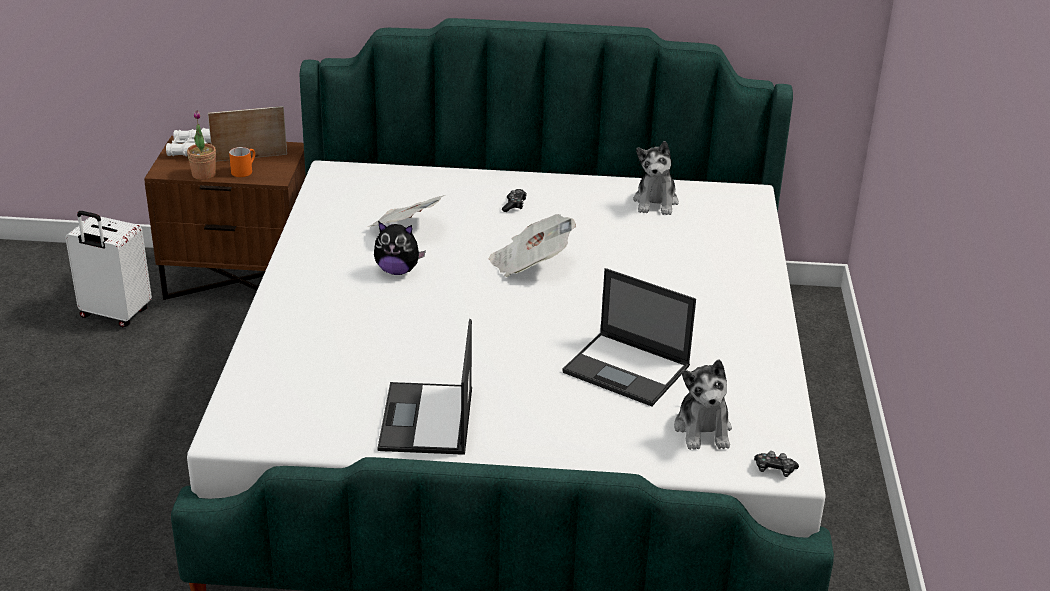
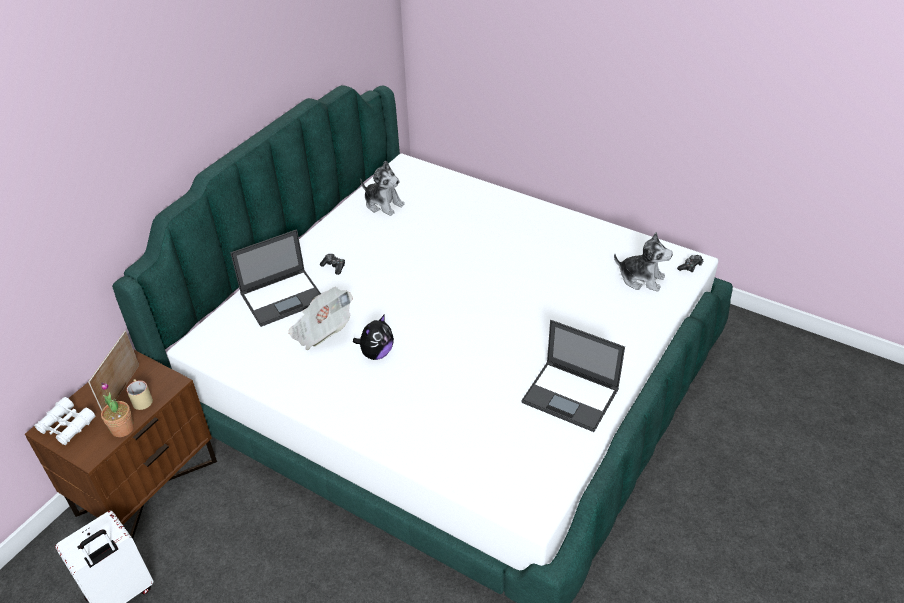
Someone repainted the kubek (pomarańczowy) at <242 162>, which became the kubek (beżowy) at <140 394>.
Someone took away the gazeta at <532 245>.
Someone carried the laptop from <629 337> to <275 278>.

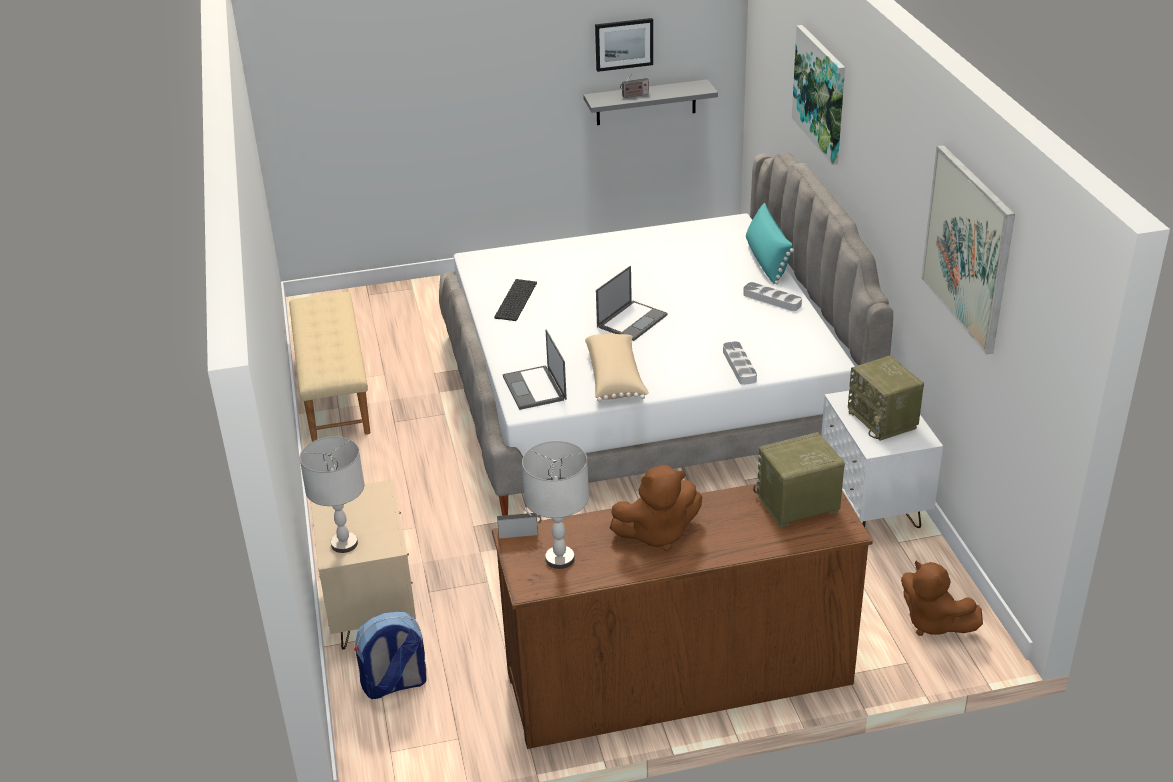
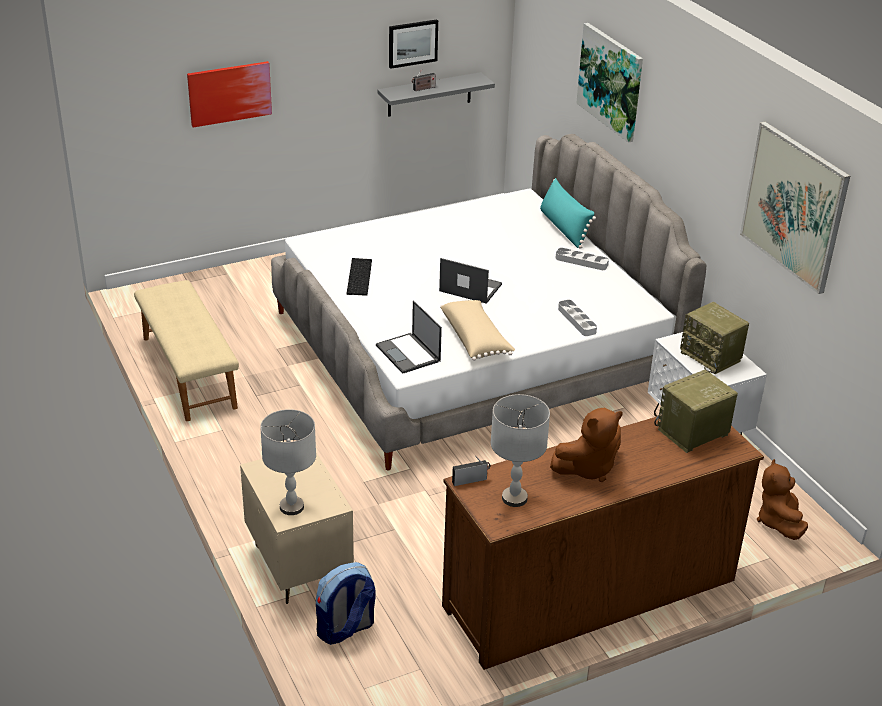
Someone rotated the laptop at <631 303> by 90 degrees counterclockwise.
Someone rotated the pluszak (brązowy) at <942 598> by 60 degrees clockwise.
Someone put up the obraz at <229 94>.

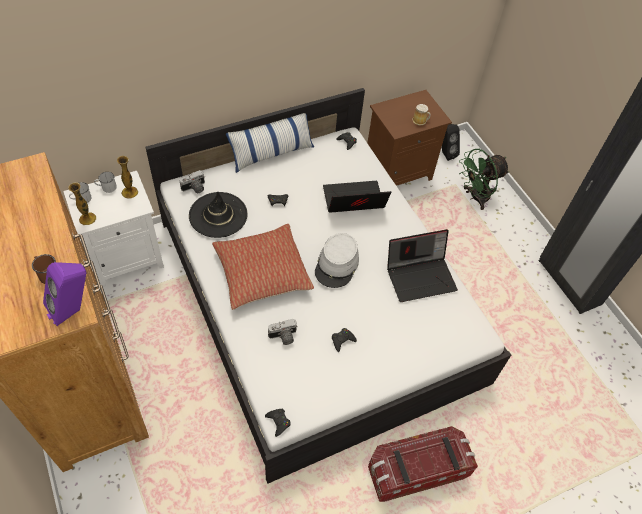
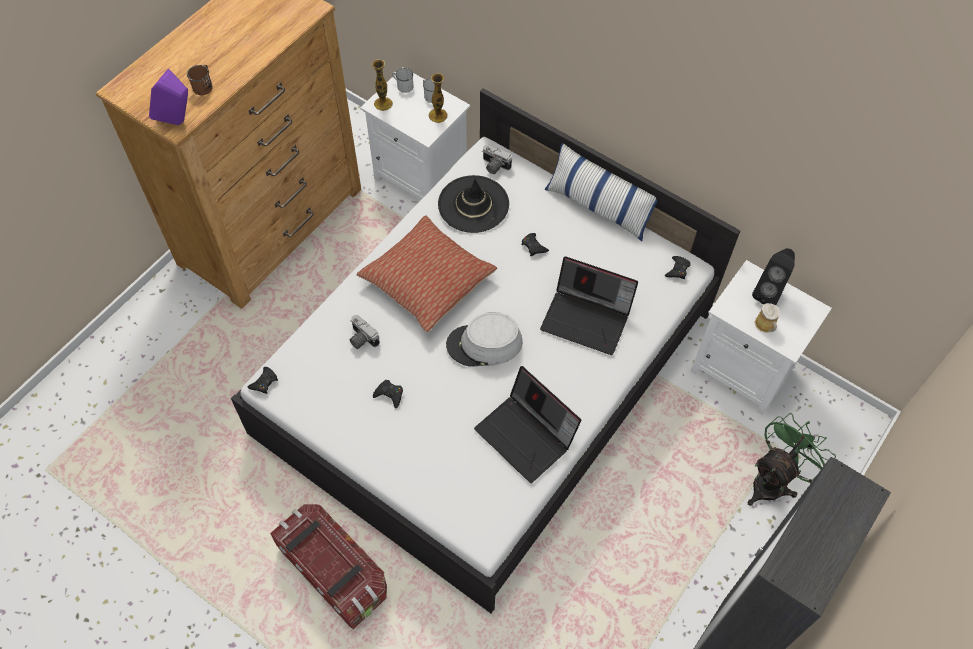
Someone rotated the laptop at <357 197> by 150 degrees clockwise.
Someone repainted the szafka nocna (brązowy) at <409 138>, which became the szafka nocna (biały) at <761 337>.
Someone carried the głośnik (czarny) from <451 142> to <773 276>.
Someone rotated the wentylator (zielony) at <484 179> by 105 degrees clockwise.

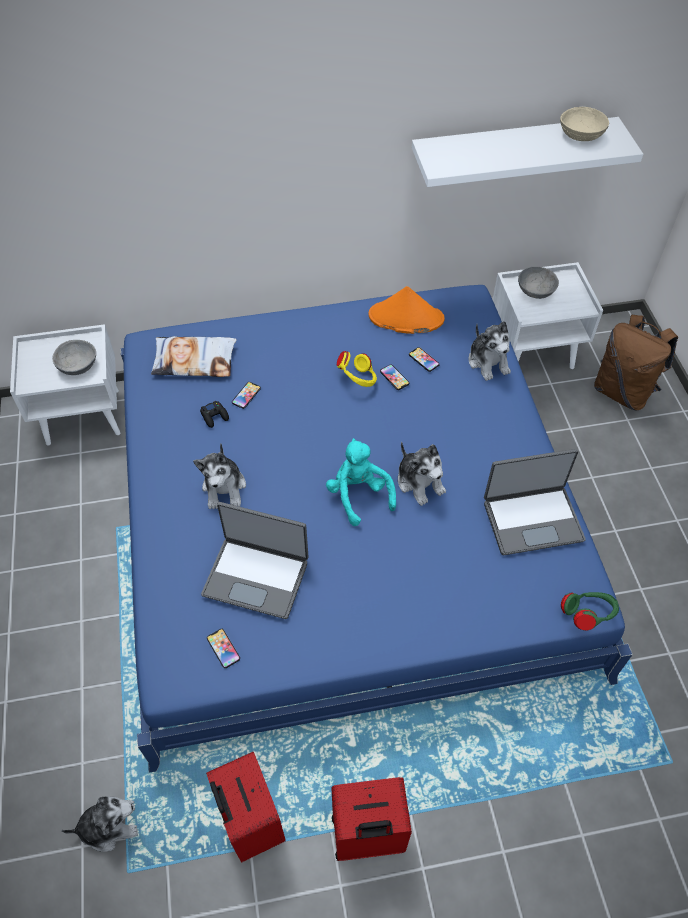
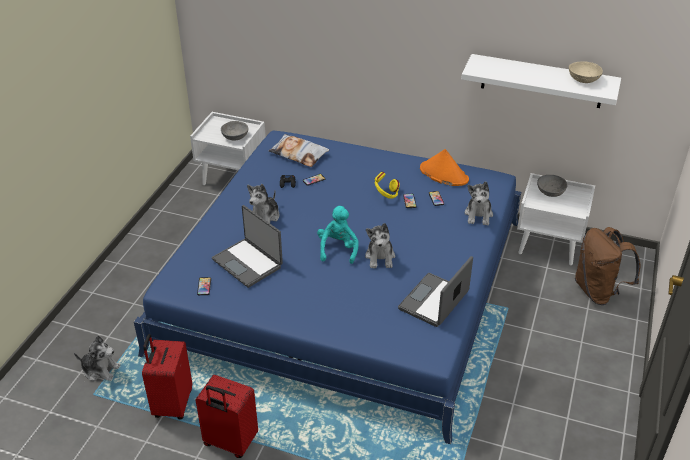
Someone rotated the laptop at <535 502> by 105 degrees clockwise.
Someone took away the słuchawki (zielony) at <590 611>.

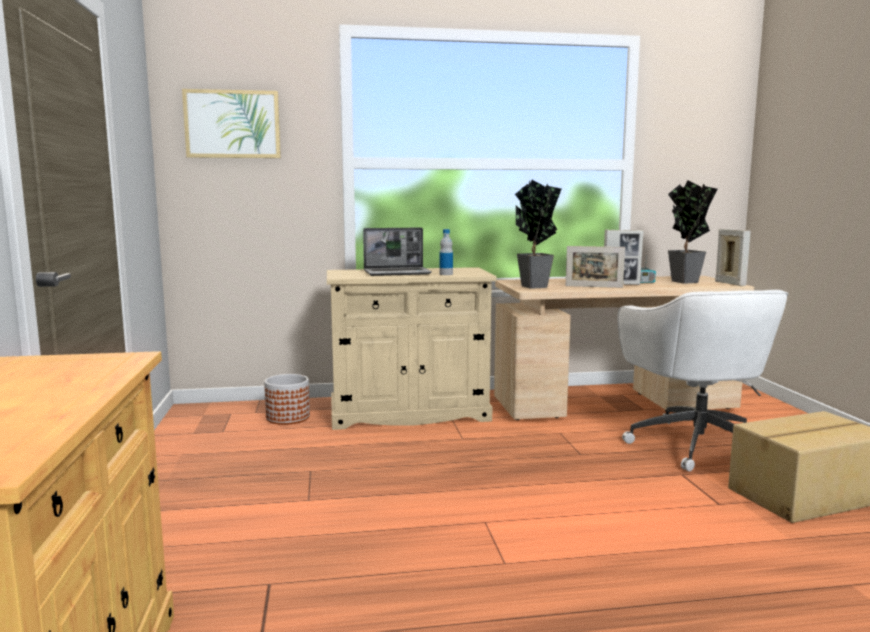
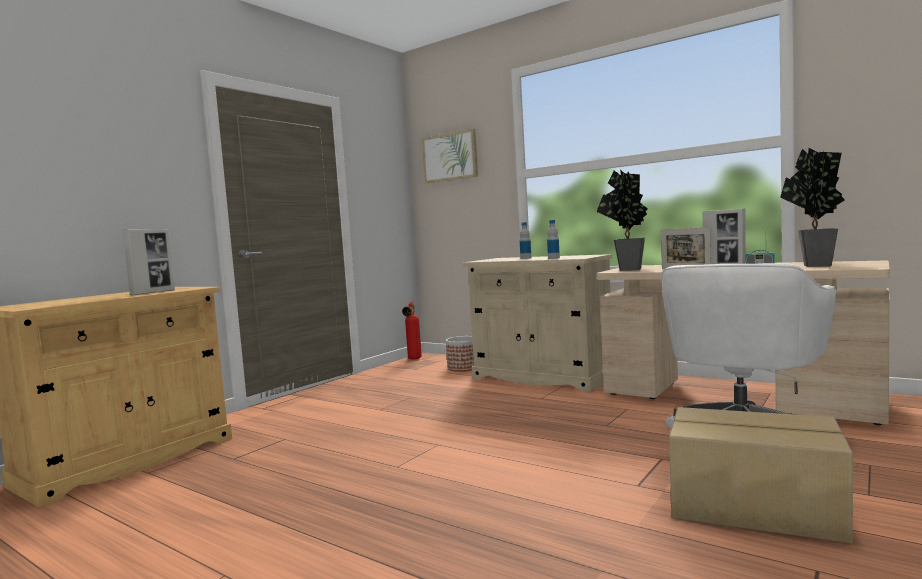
Someone swapped the laptop at <397 251> for the butelka at <525 240>.
Someone carried the ramka na zdjęcie from <733 257> to <149 262>.
Someone put down the gaśnica at <412 330>.

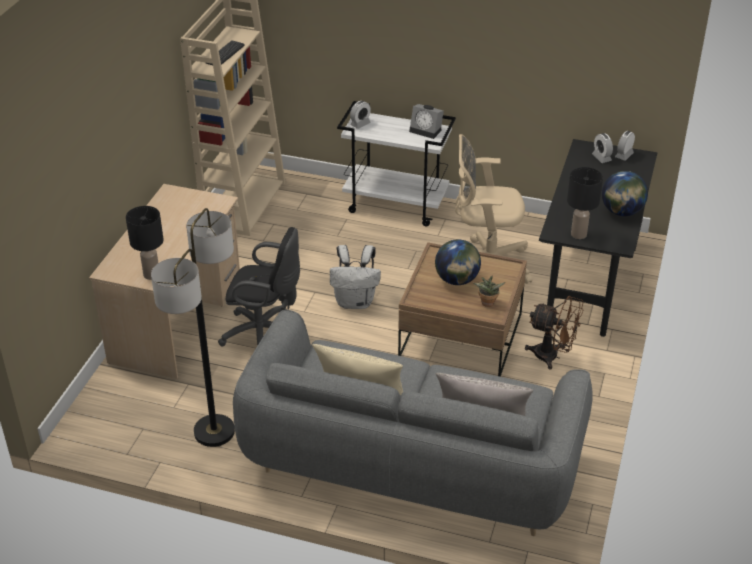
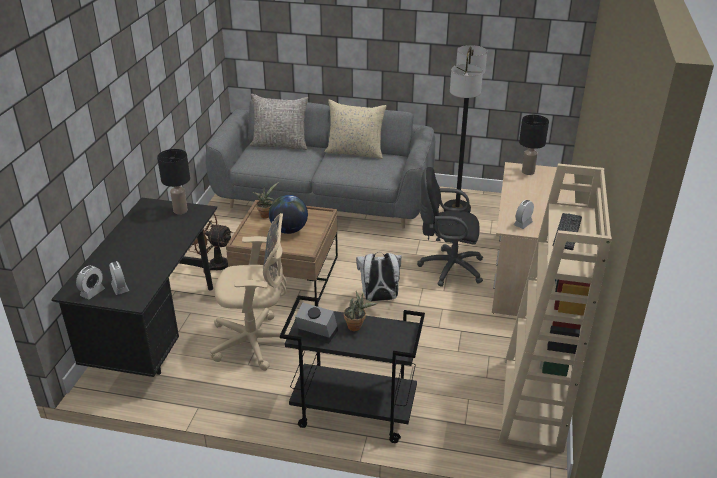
Someone repainted the wózek (biały) at <396 164>, which became the wózek (czarny) at <352 369>.
Someone carried the budzik from <360 115> to <523 214>.
Someone took away the globus at <625 193>.
Someone put down the roślina doniczkowa at <360 311>.

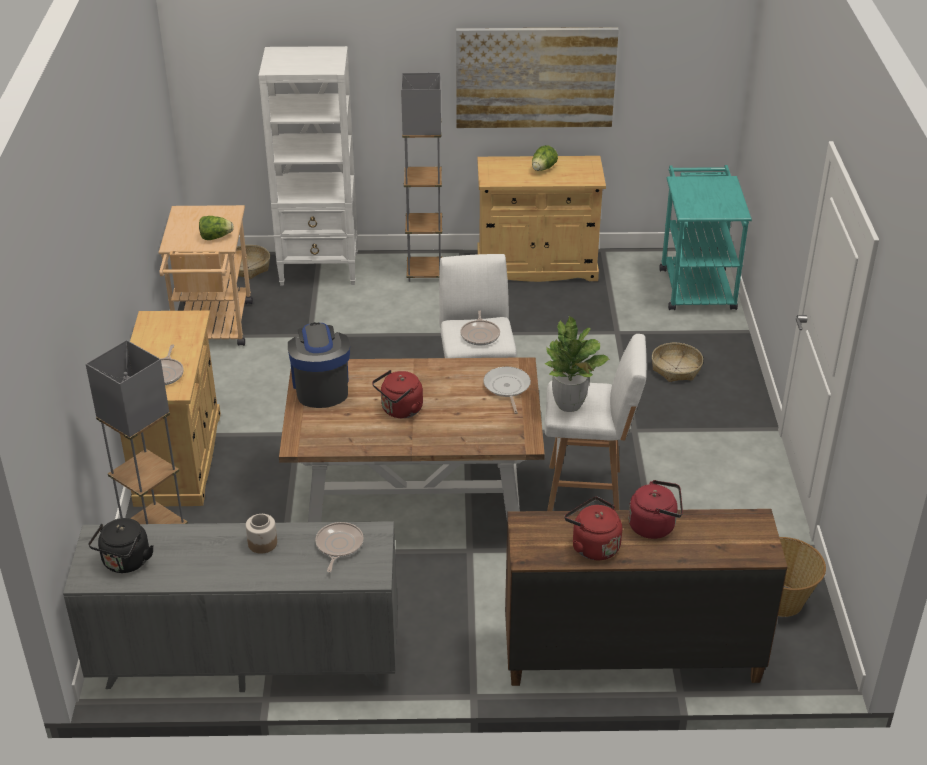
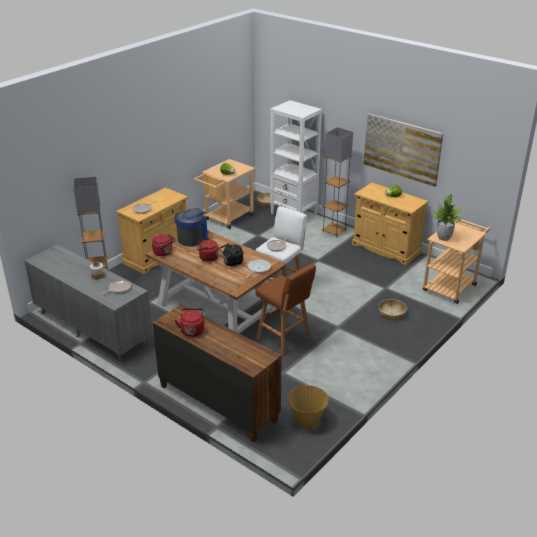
Someone carried the czajnik (czarny) from <121 545> to <231 255>.
Someone carried the roślina doniczkowa from <577 364> to <446 217>.
Someone repainted the stołek (biały) at <595 422>, which became the stołek (brązowy) at <286 310>.
Someone carried the czajnik (czerwony) from <655 509> to <163 245>.
Someone repainted the wózek (turkusowy) at <705 237>, which became the wózek (beżowy) at <457 261>.

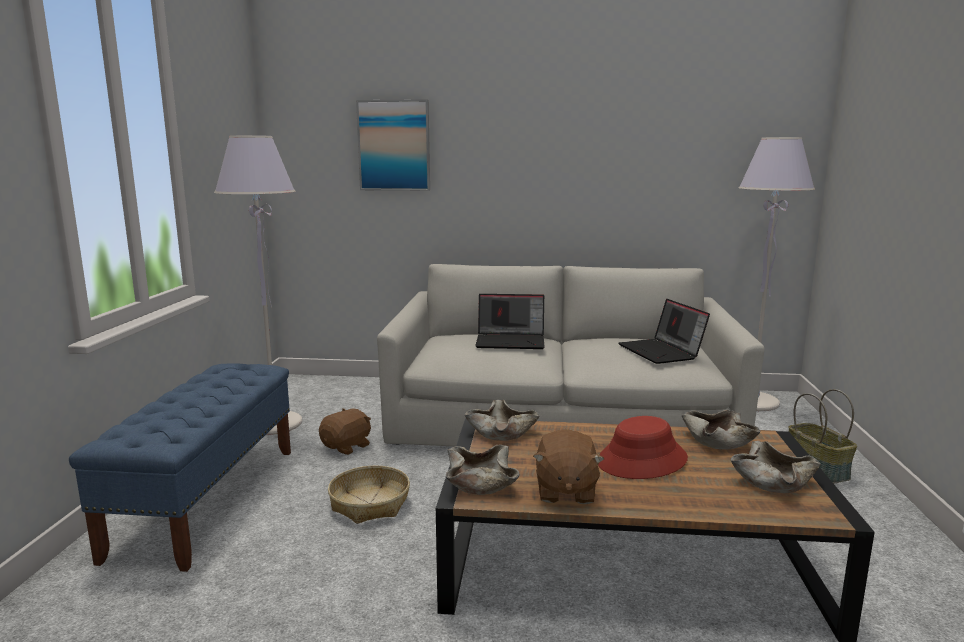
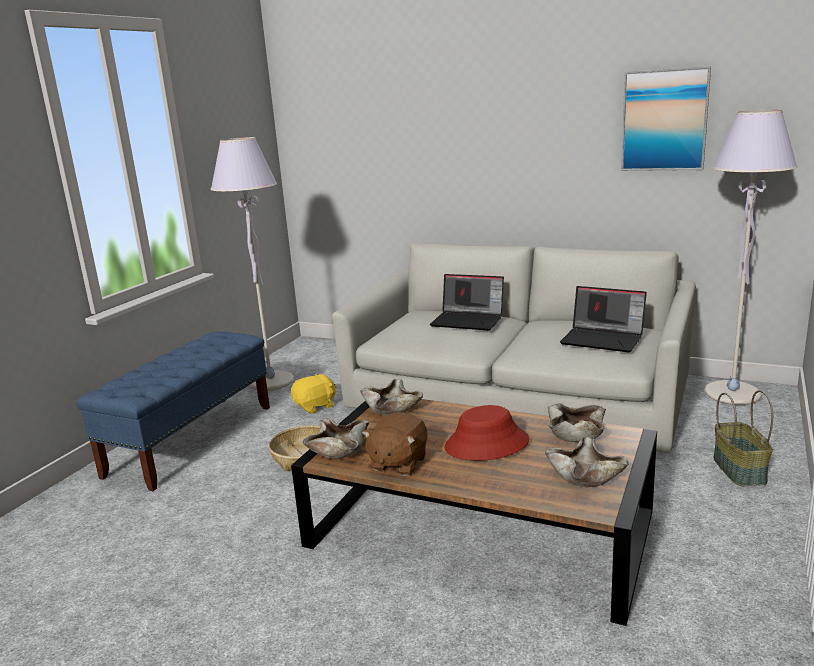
Someone repainted the pluszak (brązowy) at <345 431>, which became the pluszak (żółty) at <313 393>.
Someone carried the obraz from <393 145> to <666 118>.
Someone rotated the laptop at <664 331> by 60 degrees counterclockwise.

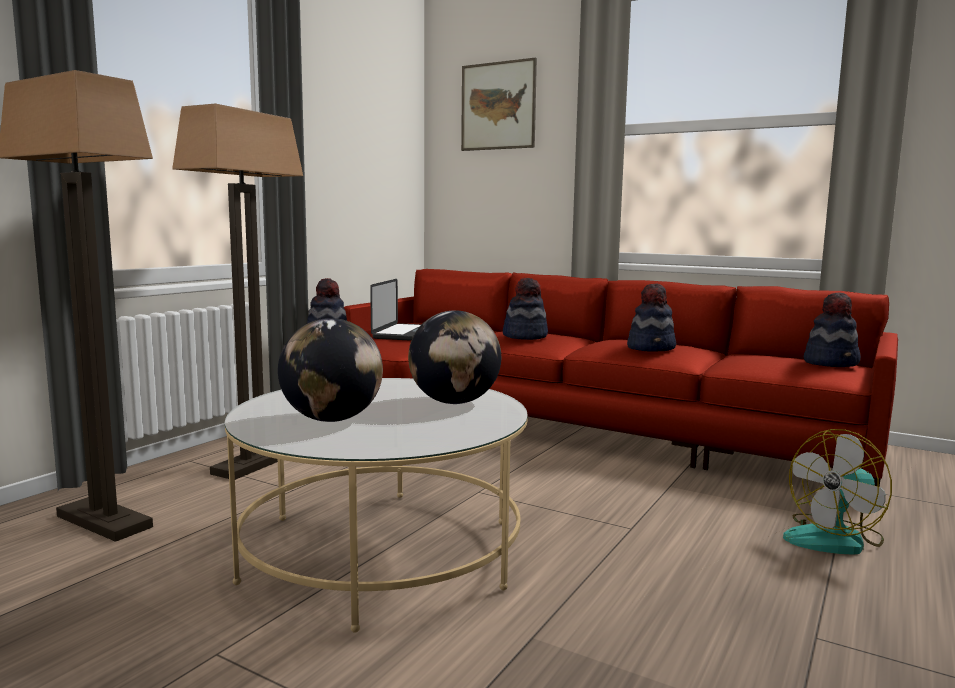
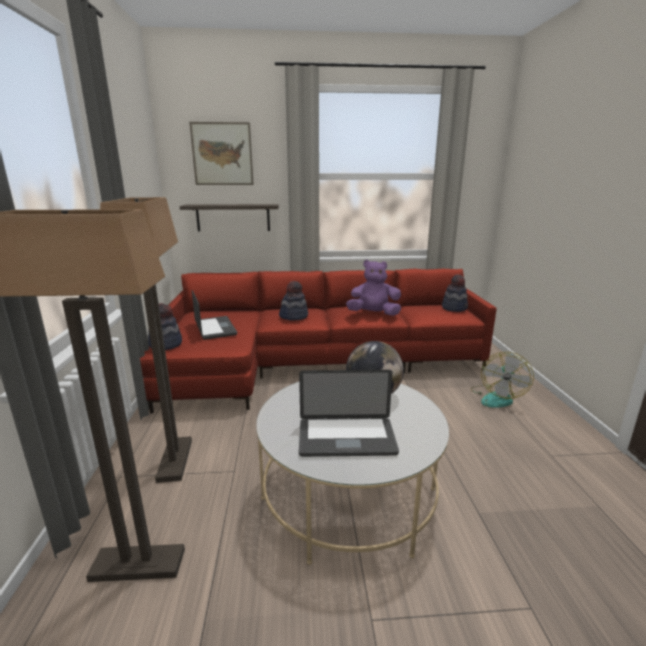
Someone swapped the globus at <330 370> for the laptop at <349 413>.
Someone swapped the kapelusz at <651 317> for the pluszak (fioletowy) at <373 288>.
Someone put up the półka at <229 218>.

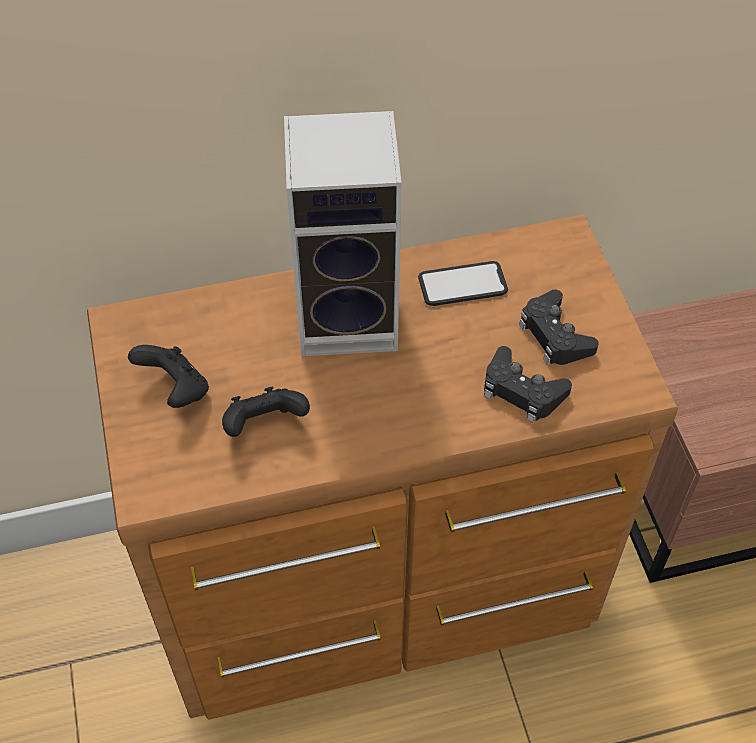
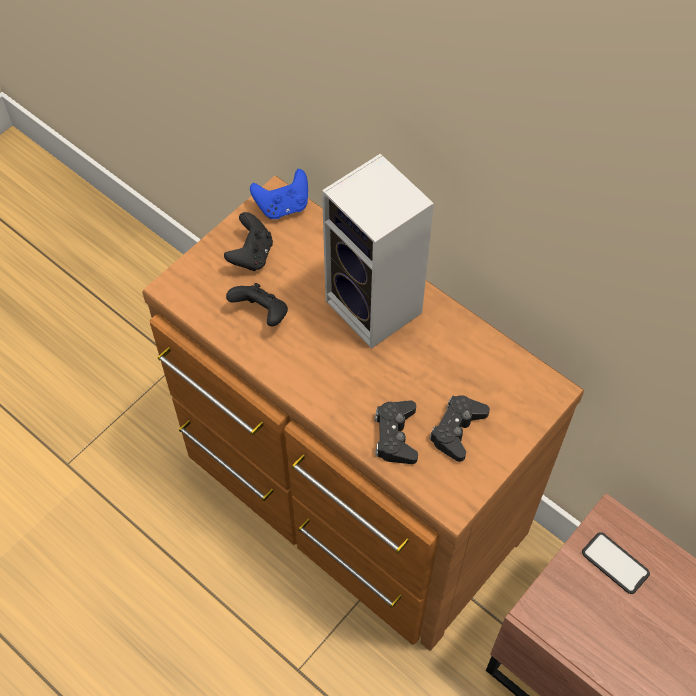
Someone carried the telefon from <463 283> to <616 563>.
Someone put down the pad do gier (niebieski) at <279 194>.

